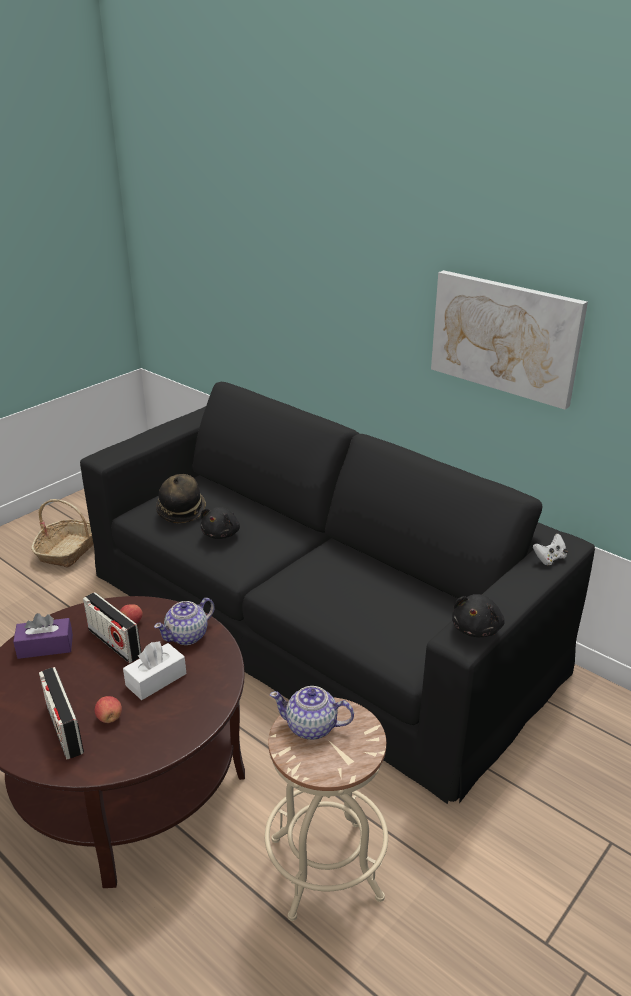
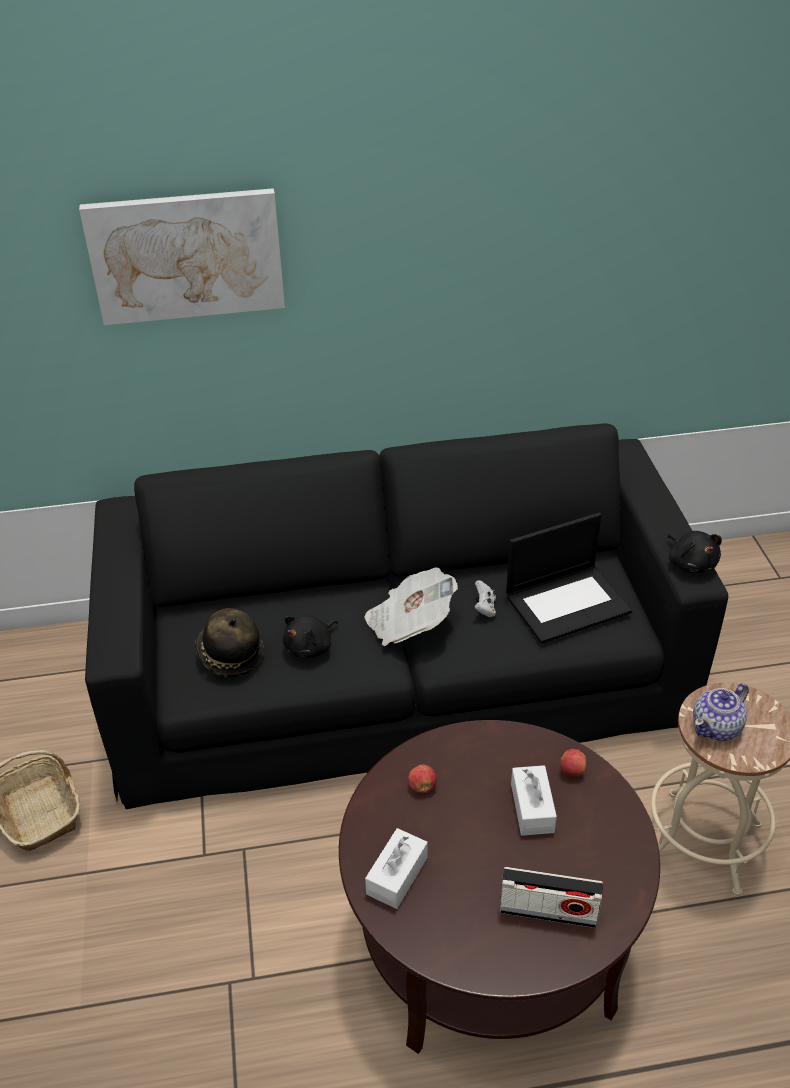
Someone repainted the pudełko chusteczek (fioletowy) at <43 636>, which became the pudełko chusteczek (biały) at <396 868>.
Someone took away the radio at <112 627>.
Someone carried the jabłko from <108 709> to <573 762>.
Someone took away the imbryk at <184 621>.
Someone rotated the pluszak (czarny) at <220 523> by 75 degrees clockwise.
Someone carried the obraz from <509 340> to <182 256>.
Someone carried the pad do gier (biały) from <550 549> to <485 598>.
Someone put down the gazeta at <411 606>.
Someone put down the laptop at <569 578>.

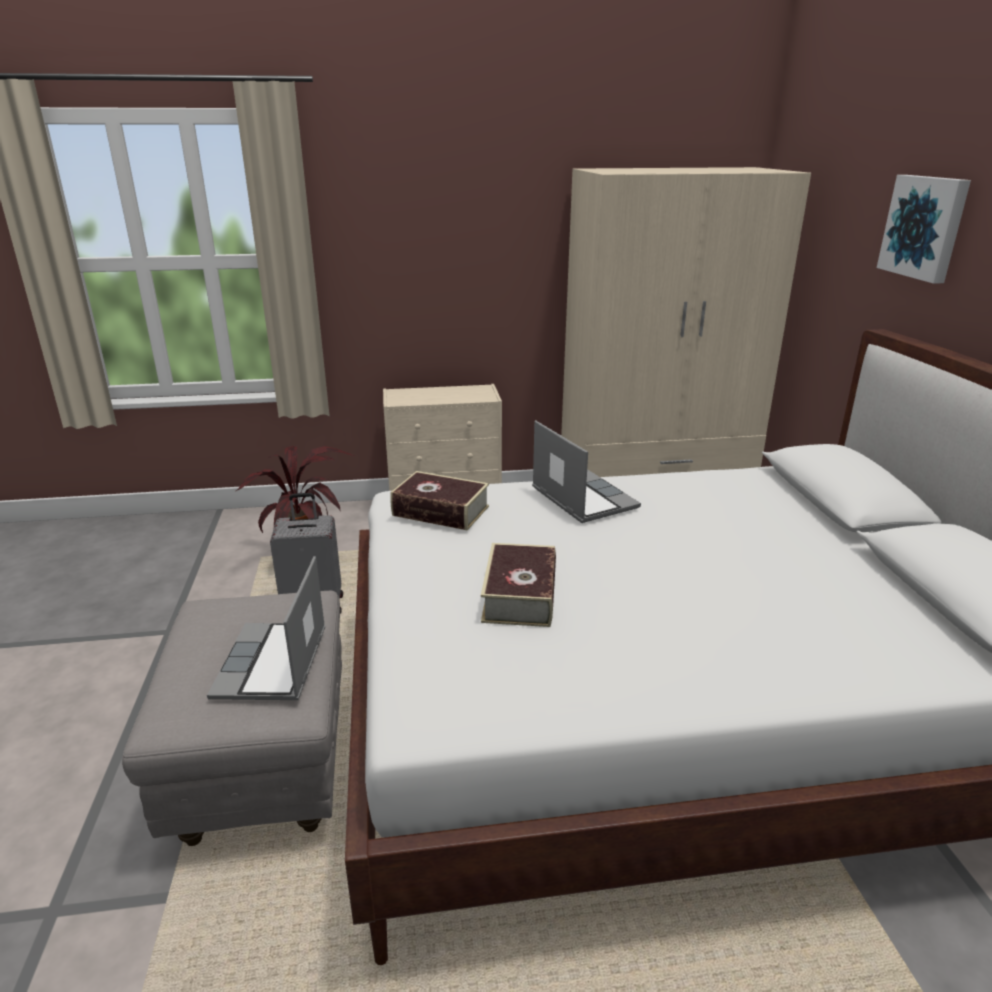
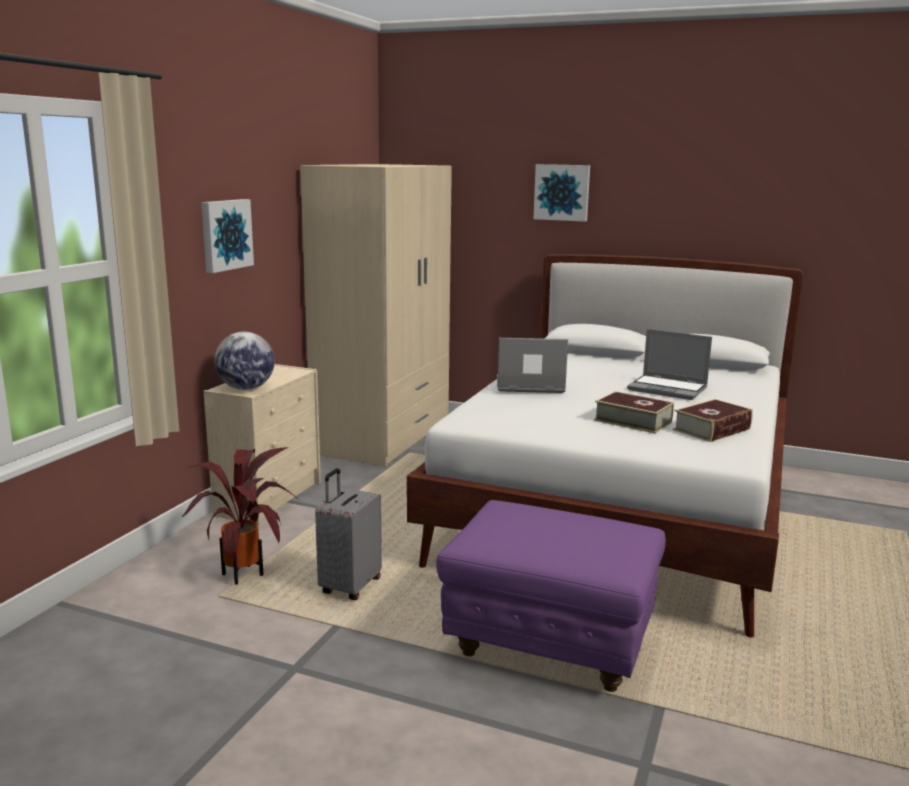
Someone repainted the pufa (szary) at <232 718>, which became the pufa (fioletowy) at <551 596>.
Someone carried the laptop from <266 628> to <669 364>.
Someone carried the książka from <439 500> to <713 420>.
Someone put up the obraz at <227 236>.
Someone put down the globus at <244 361>.

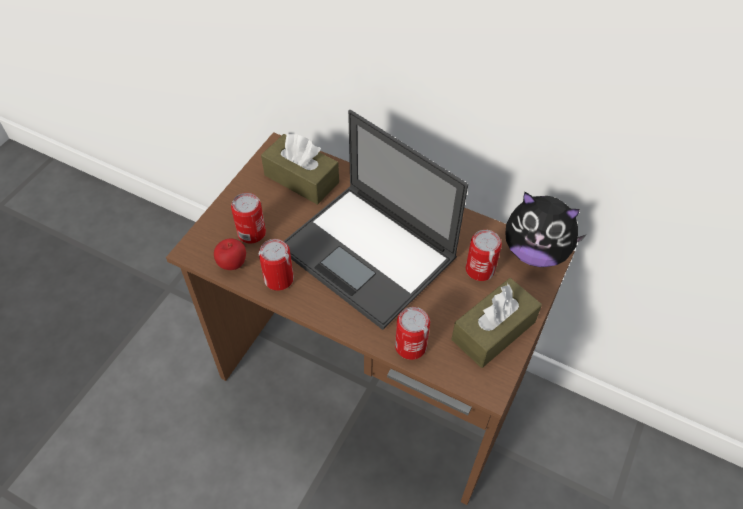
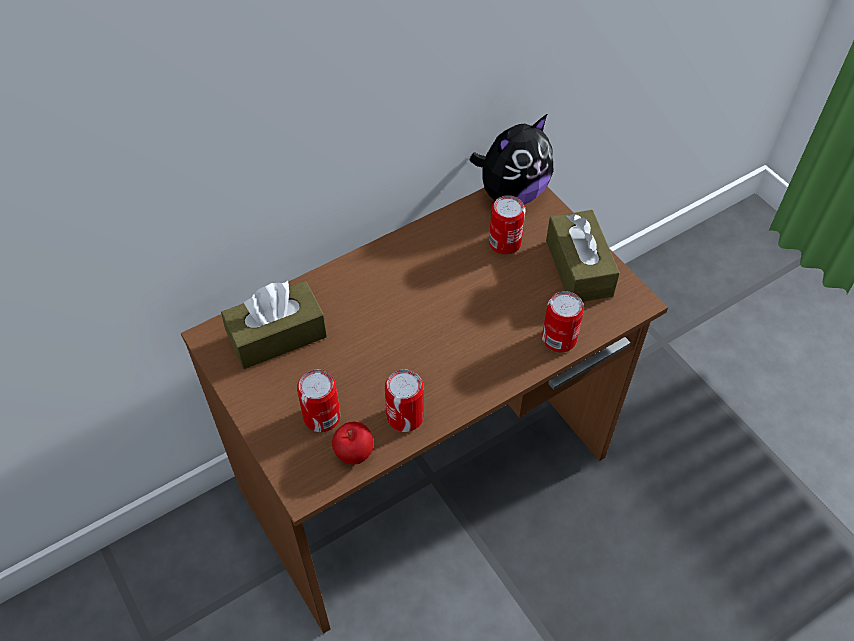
Someone took away the laptop at <376 220>.

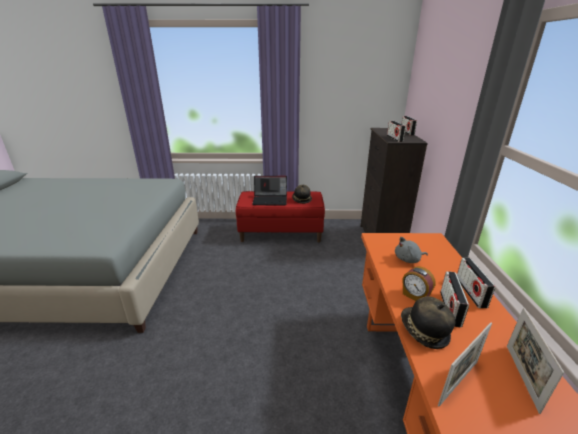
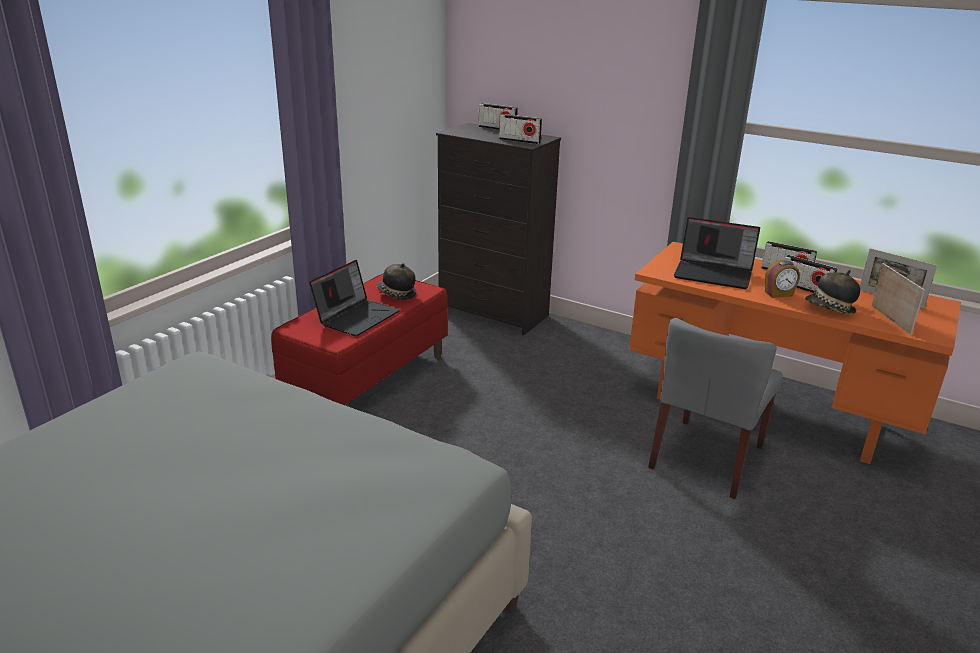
Someone swapped the pluszak (szary) at <411 250> for the laptop at <717 253>.
Someone put down the krzesło (szary) at <715 408>.

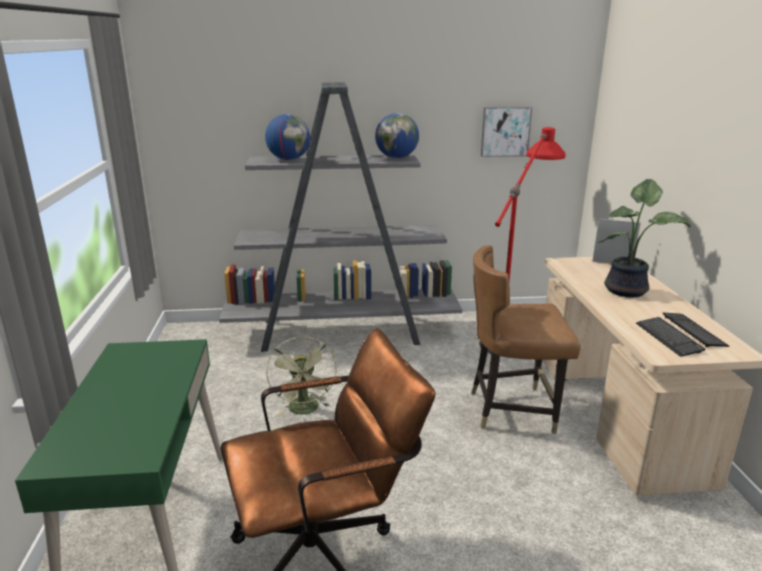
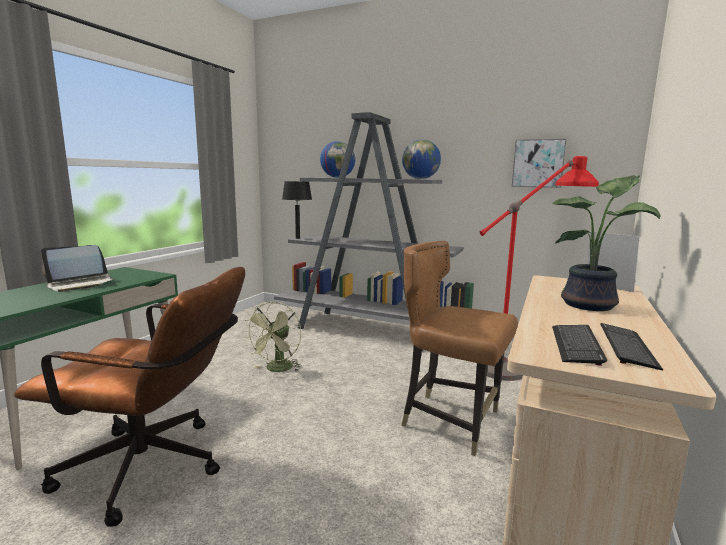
Someone put down the laptop at <77 268>.
Someone put down the lampa stołowa (czarny) at <297 210>.

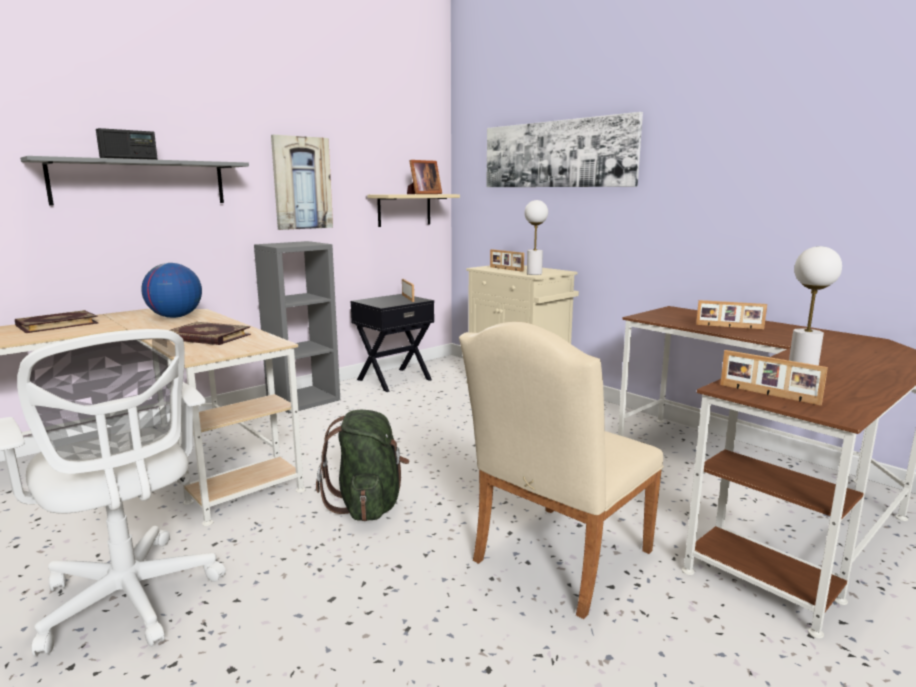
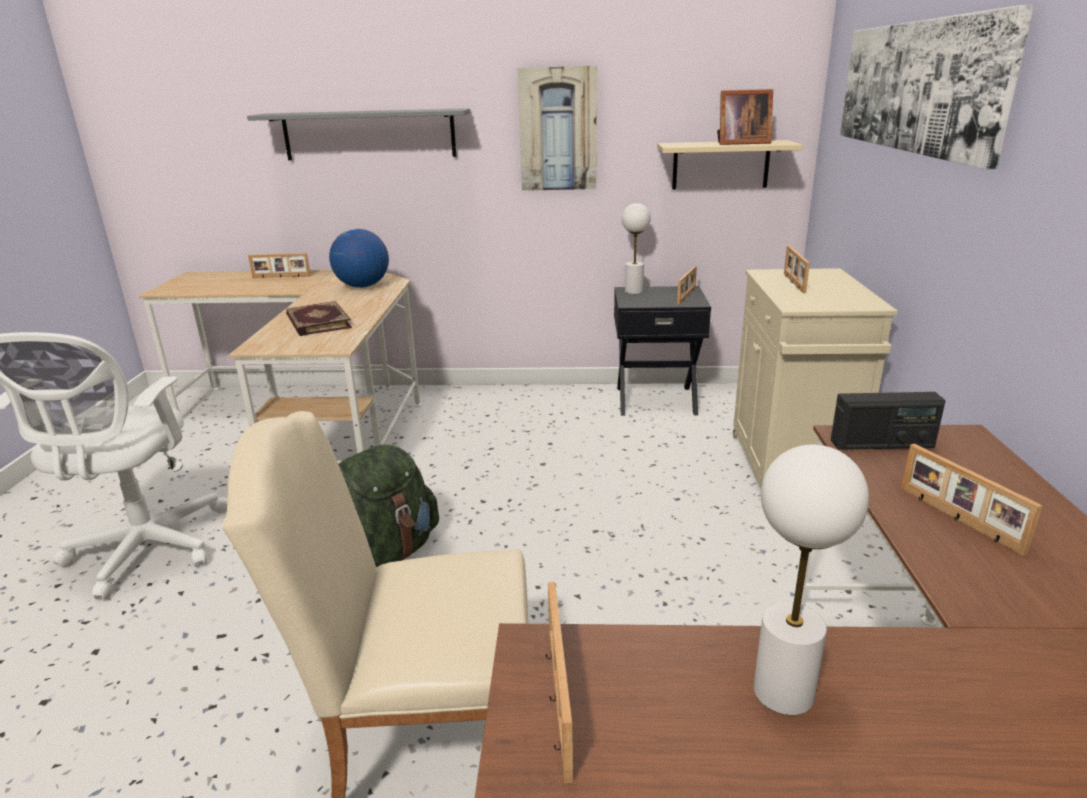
Someone swapped the książka at <56 321> for the ramka na zdjęcie at <279 265>.
Someone carried the radio from <127 144> to <888 421>.
Someone took away the regał (szary) at <297 327>.
Someone carried the lampa stołowa (biały) from <536 237> to <636 248>.

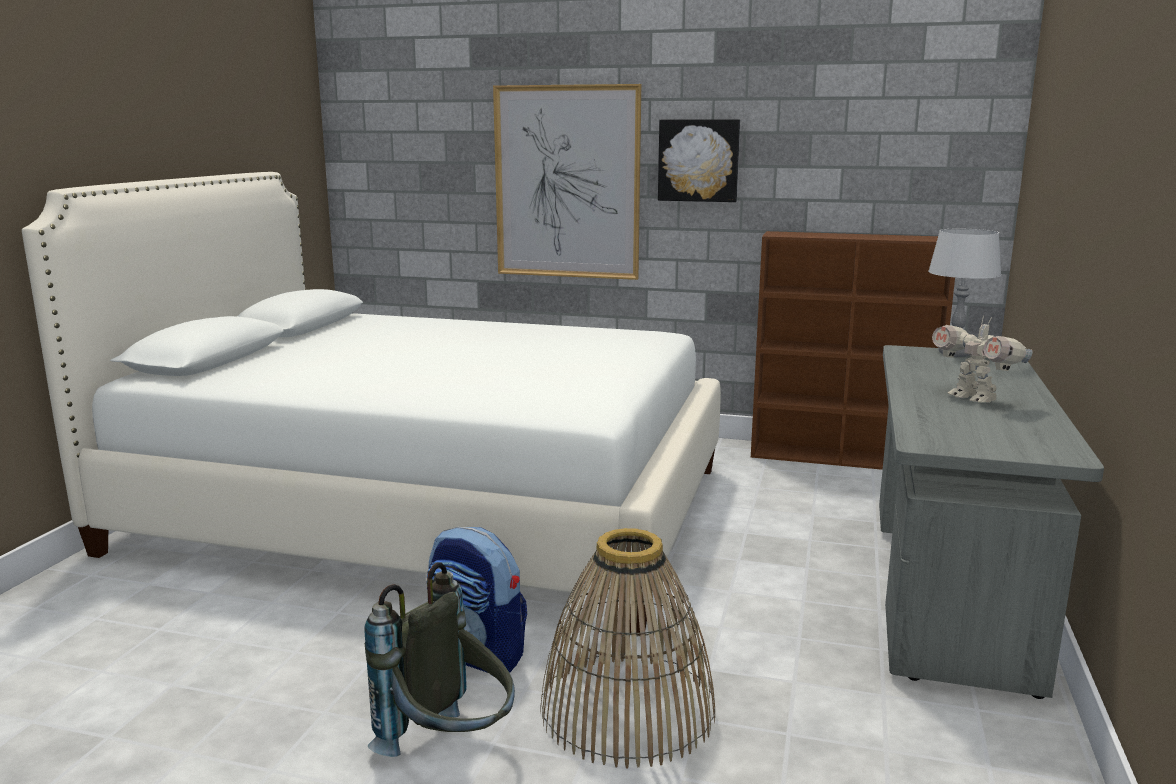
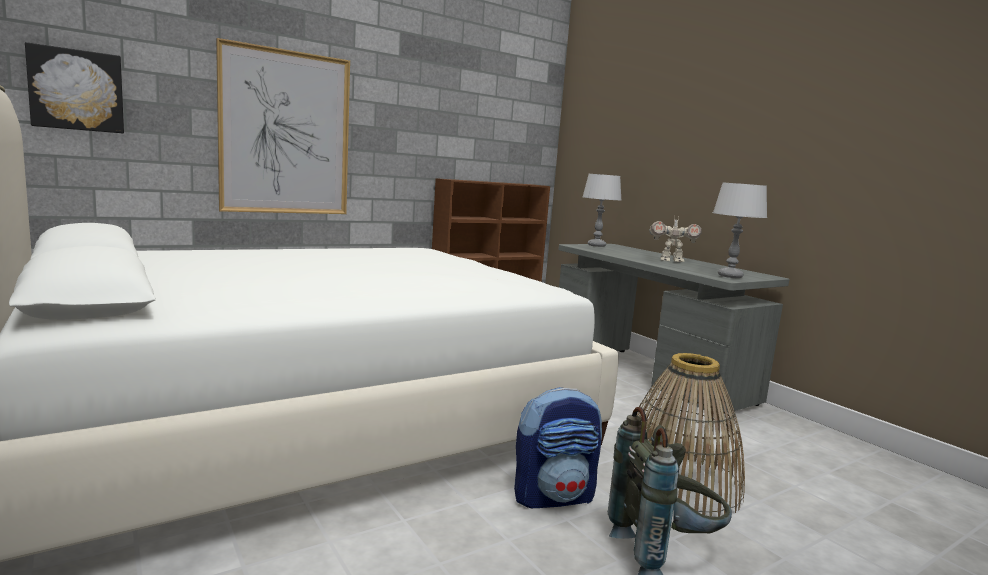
Someone carried the obraz from <699 160> to <74 87>.
Someone put down the lampa stołowa (szary) at <740 230>.

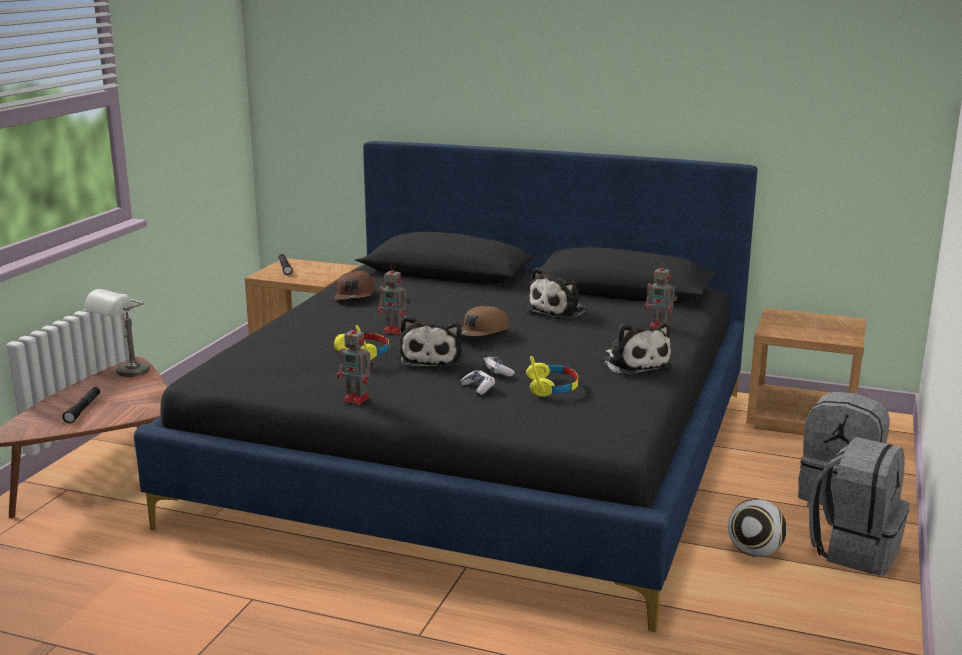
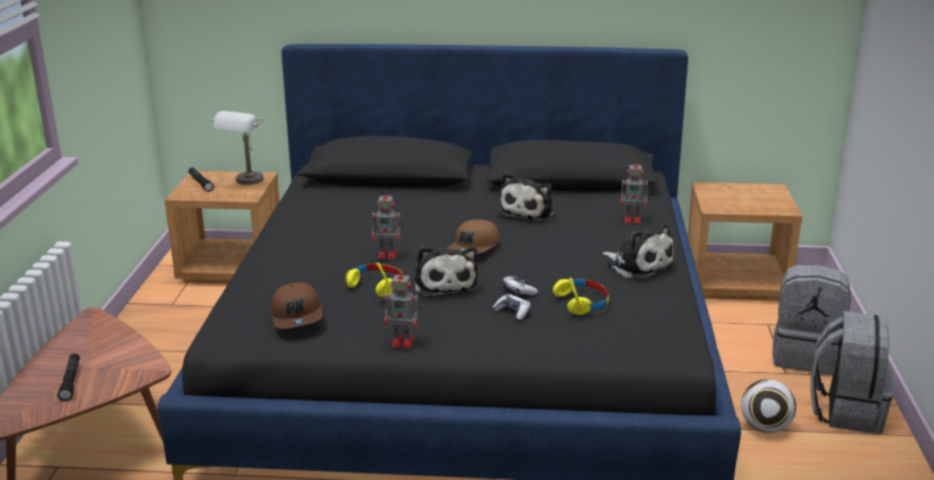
Someone carried the lampa stołowa (szary) from <117 333> to <238 148>.
Someone carried the czapka z daszkiem (brązowy) from <354 285> to <297 305>.

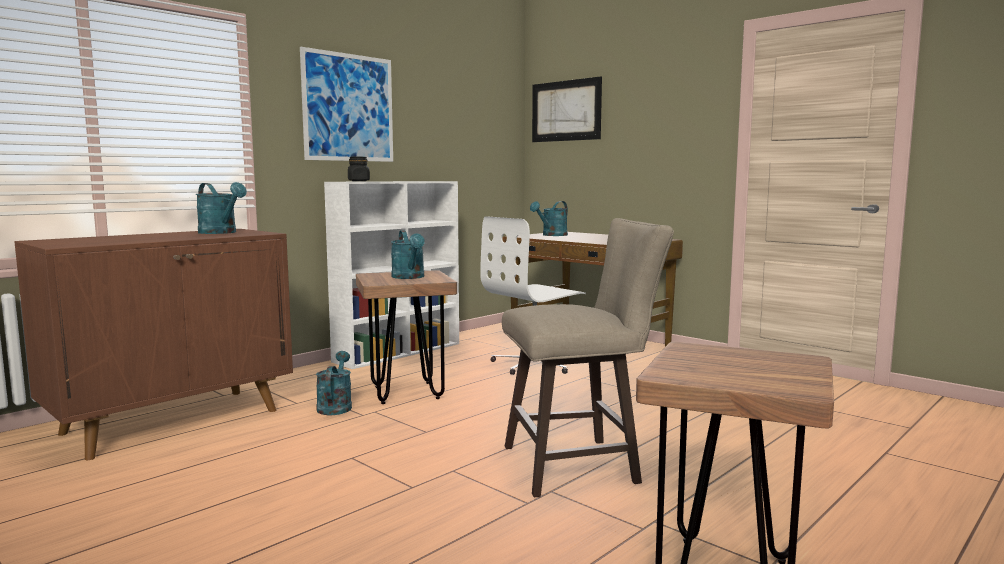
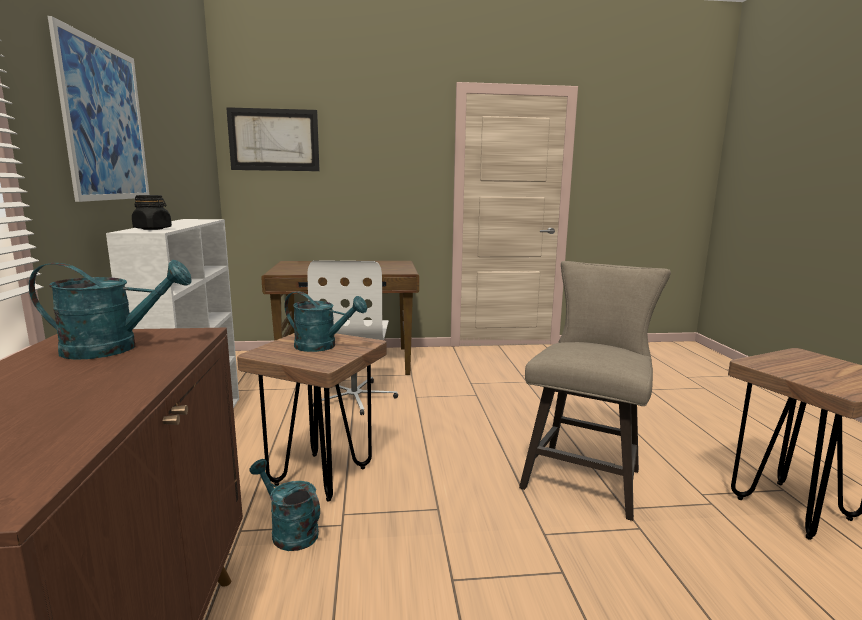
Someone took away the konewka (turkusowy) at <549 218>.

